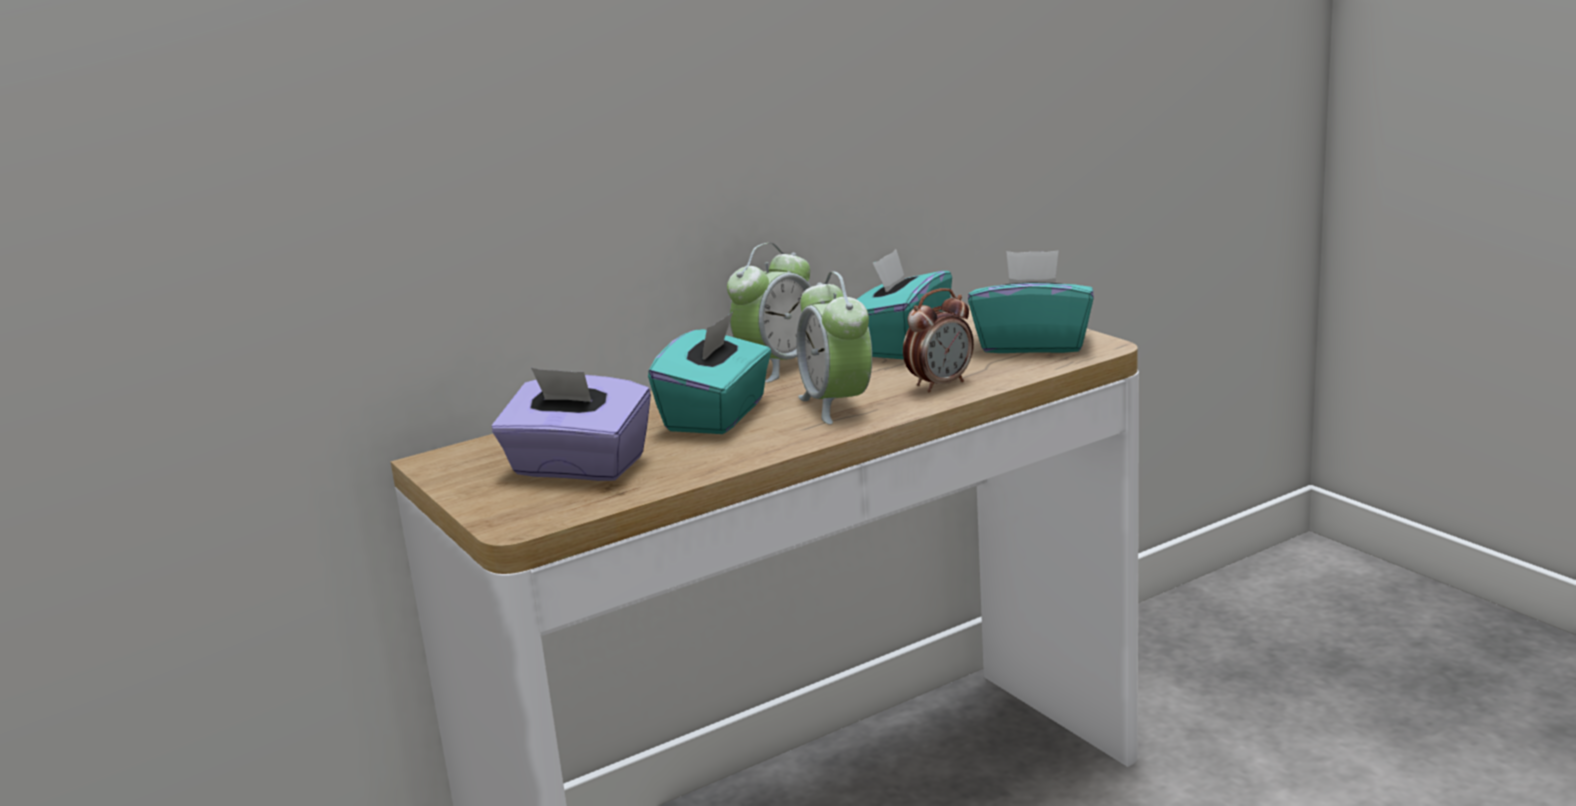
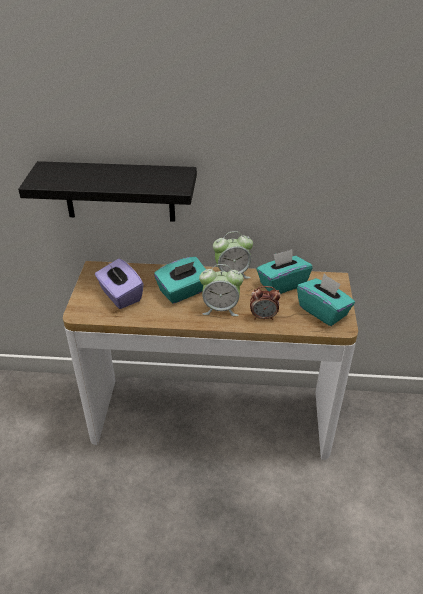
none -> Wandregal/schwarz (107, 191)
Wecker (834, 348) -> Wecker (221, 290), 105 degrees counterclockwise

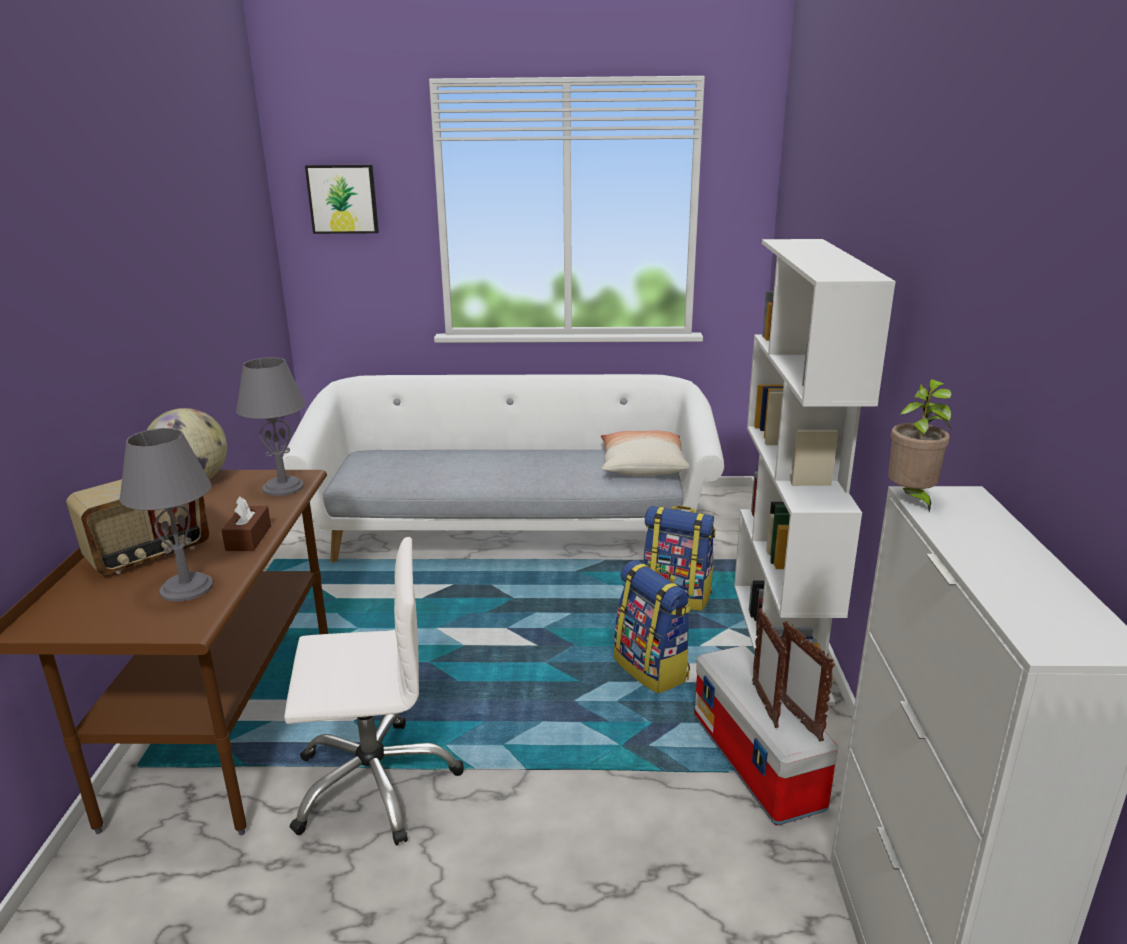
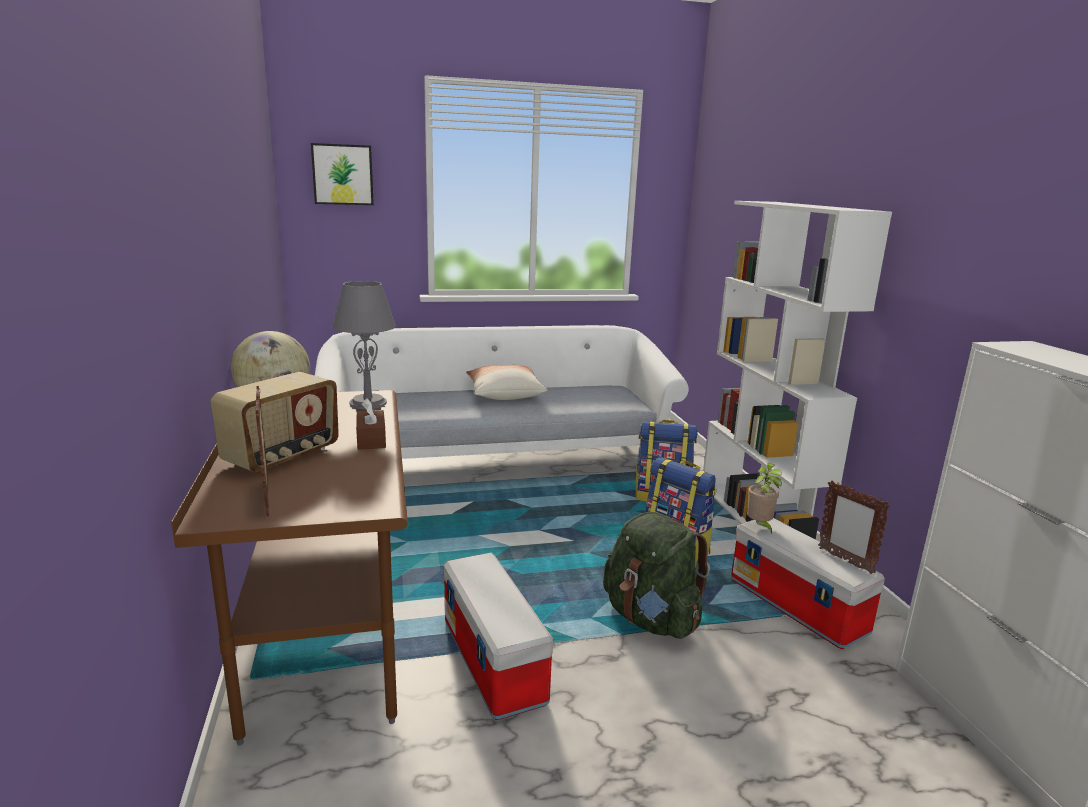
Tischlampe/grau (166, 515) -> none
none -> Rucksack/grün (656, 575)
Kissen (645, 453) -> Kissen (507, 382), move
Bilderrahmen (769, 668) -> Bilderrahmen (262, 451), move
Topfpflanze (920, 445) -> Topfpflanze (764, 498), move
Bürostuhl/weiß (374, 691) -> Aufbewahrungsbox (498, 636)

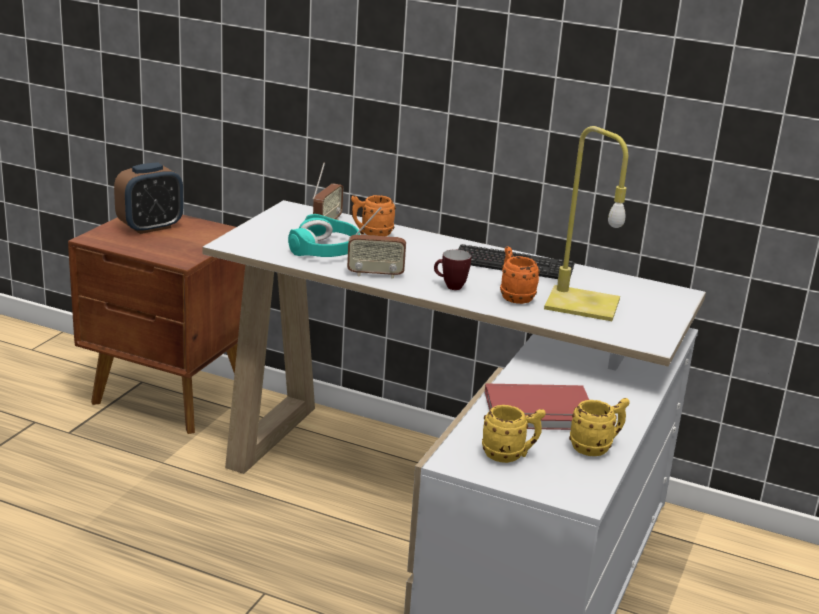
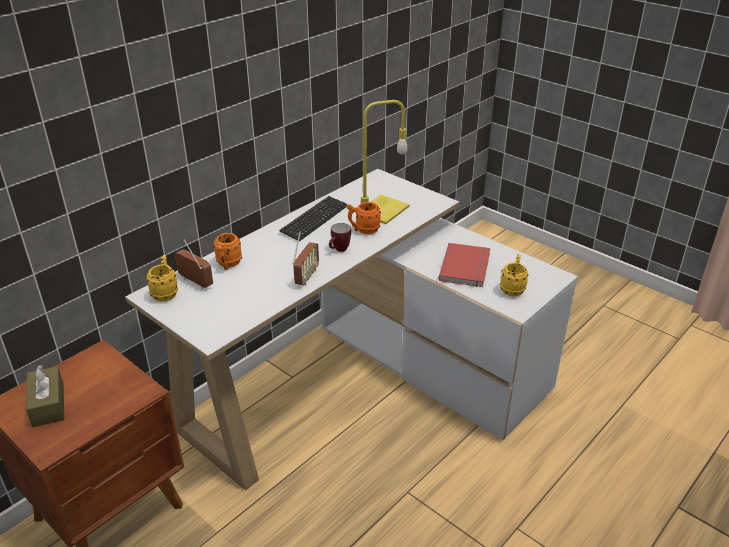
Kopfhörer/türkis (324, 235) -> none
Henkelbecher/gelb (599, 427) -> Henkelbecher/gelb (162, 278), move
Wecker (149, 198) -> Taschentuchbox/braun (45, 396)

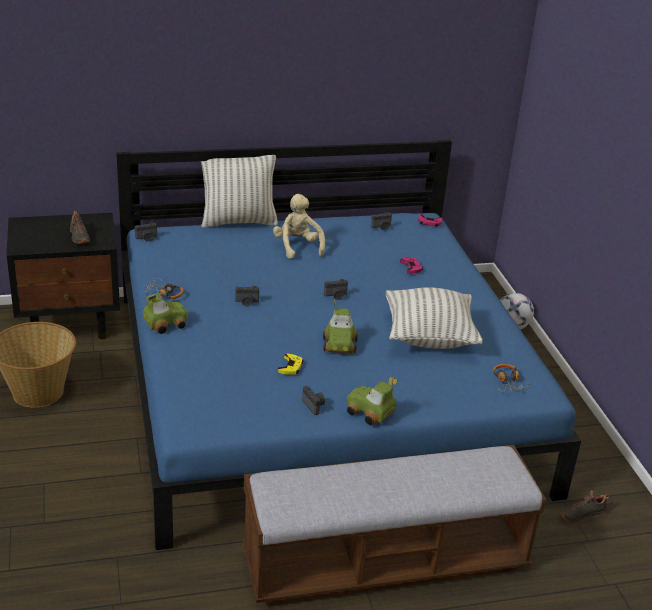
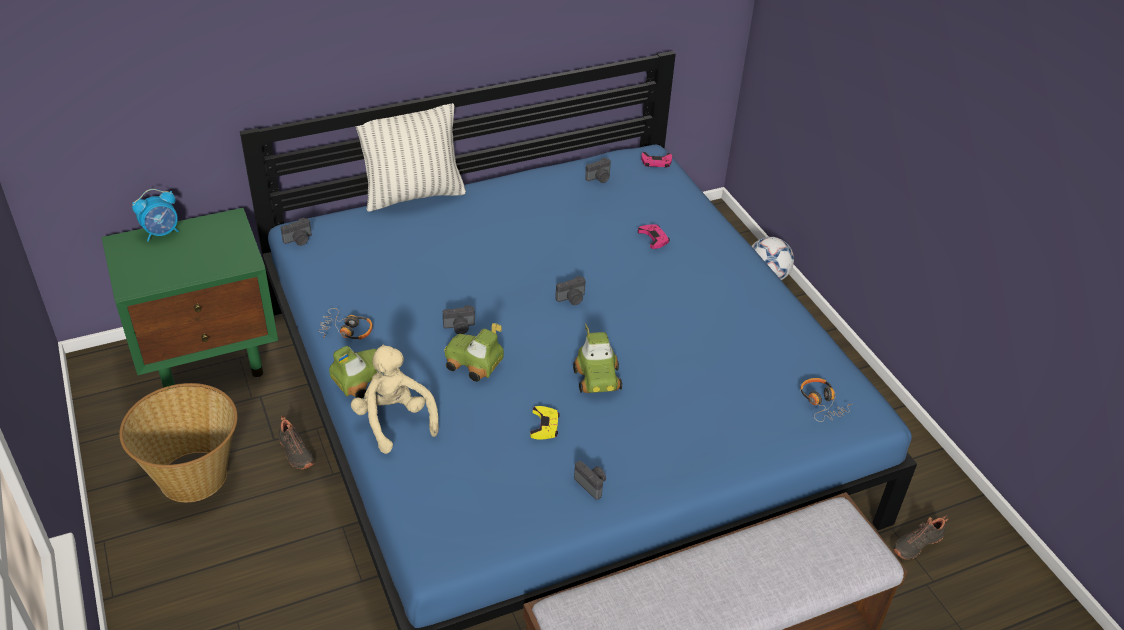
Kissen (434, 318) -> none
none -> Wecker (155, 215)
Schuh/schwarz (80, 227) -> Schuh/schwarz (296, 442), move
Plüschtier/beige (299, 226) -> Plüschtier/beige (395, 399), move
Spielzeugauto (372, 400) -> Spielzeugauto (474, 352), move
Nachttisch/schwarz (63, 276) -> Nachttisch/grün (190, 299)

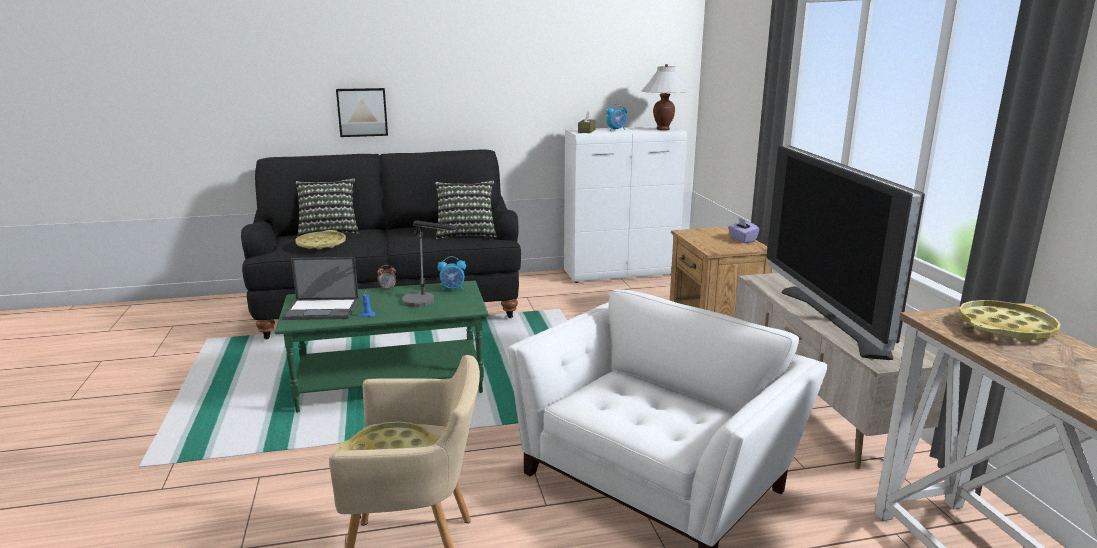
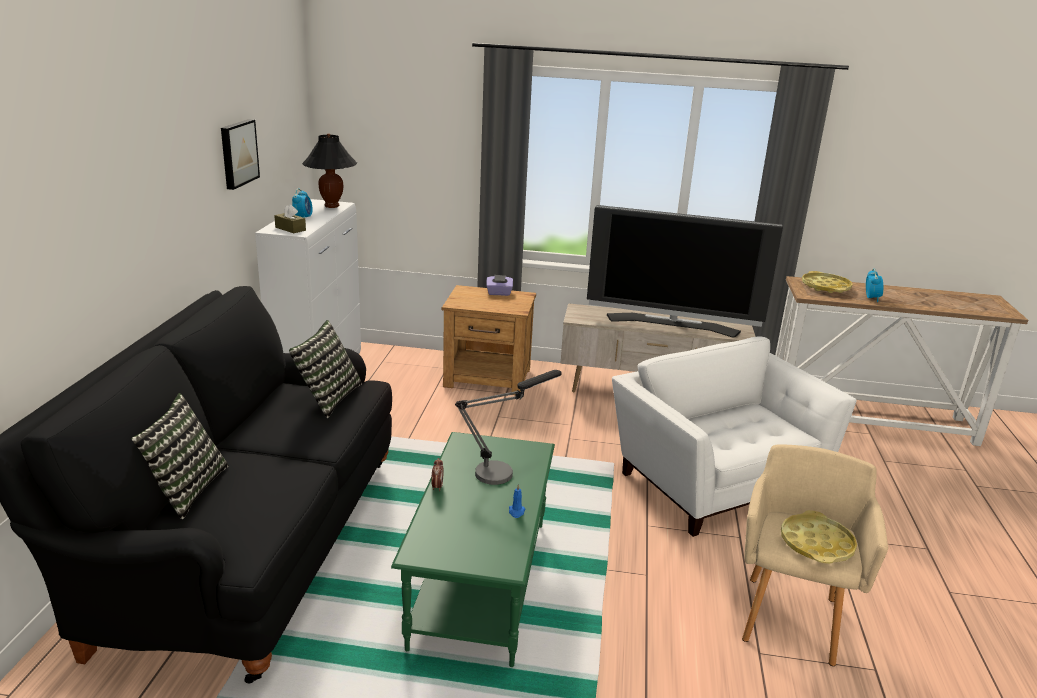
Laptop (320, 288) -> none
Tablett/gelb (320, 240) -> none
Bild (362, 112) -> Bild (240, 154), move
Wecker (452, 274) -> Wecker (874, 285), move
Tischlampe/weiß (665, 97) -> Tischlampe/schwarz (329, 170)

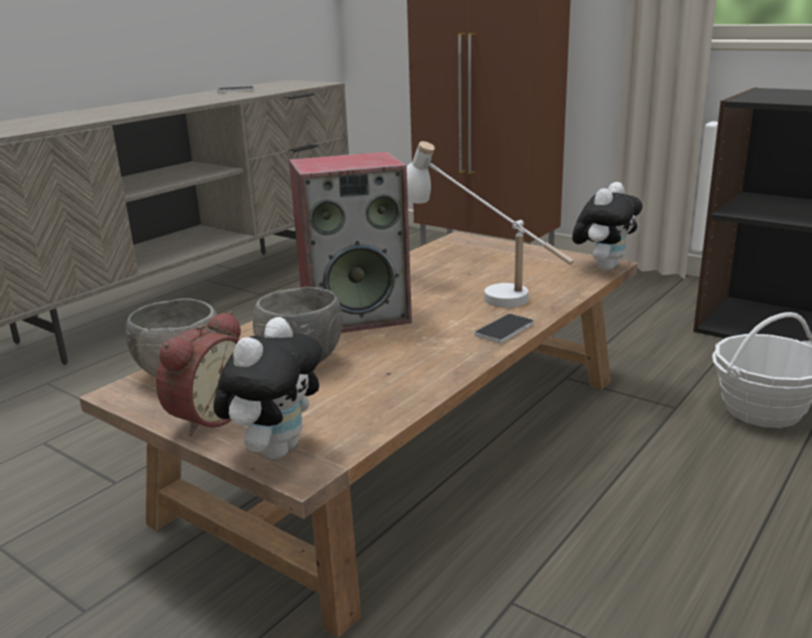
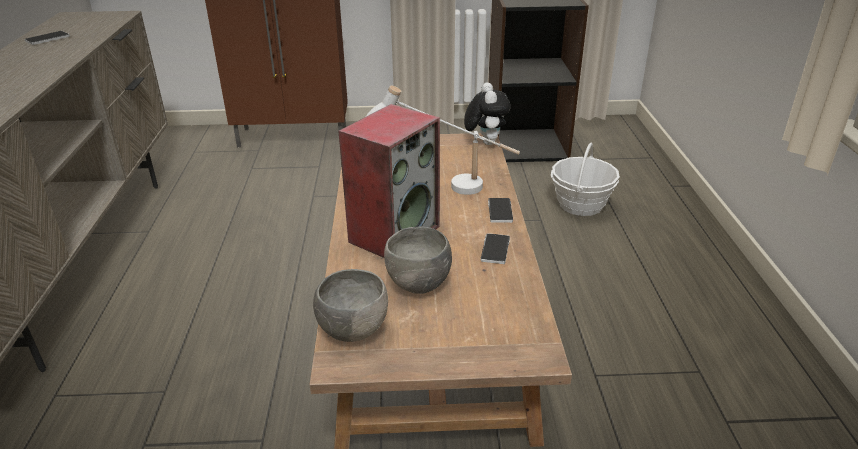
Wecker (198, 373) -> none
Plüschtier (268, 388) -> none
none -> Handy (495, 248)

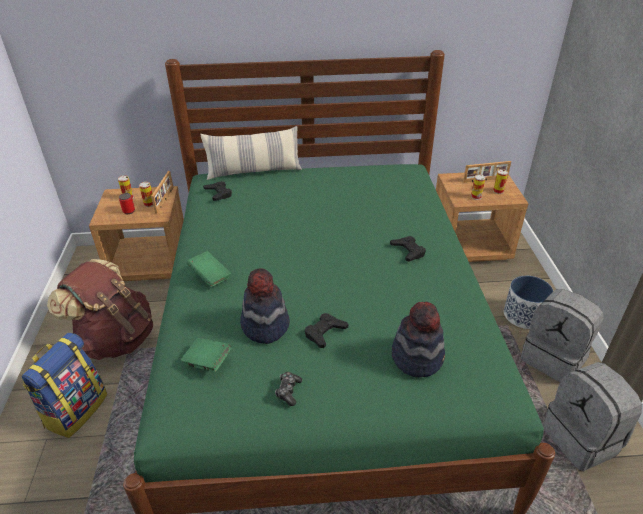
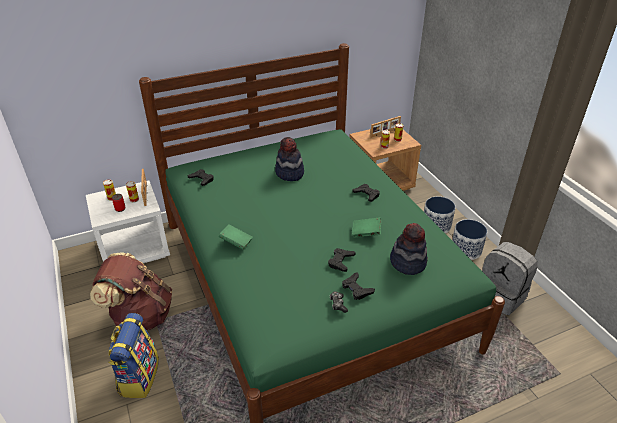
Kissen (251, 153) -> none
none -> Gamepad/schwarz (358, 286)
Buch/grün (206, 355) -> Buch/grün (366, 227), move
Hut (265, 306) -> Hut (289, 159), move
Rucksack/grau (562, 335) -> Pflanzkübel (469, 239)
Nachttisch/braun (136, 233) -> Nachttisch/weiß (128, 221)

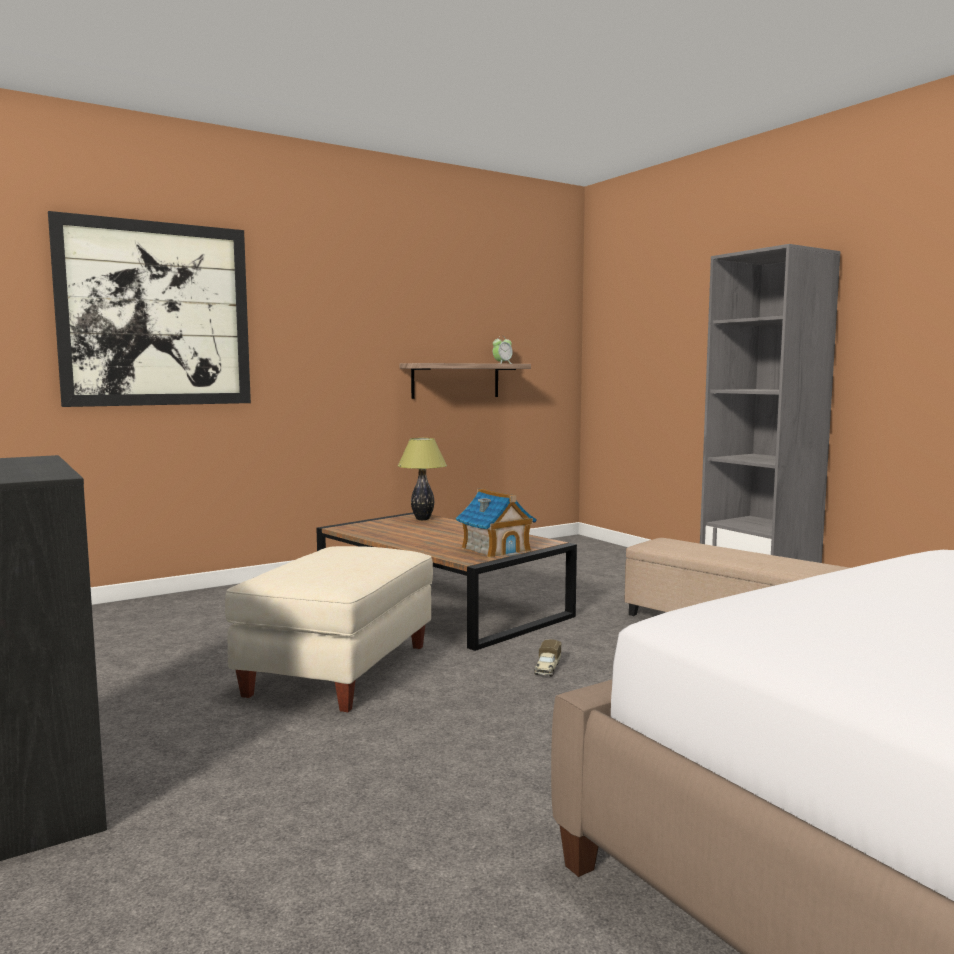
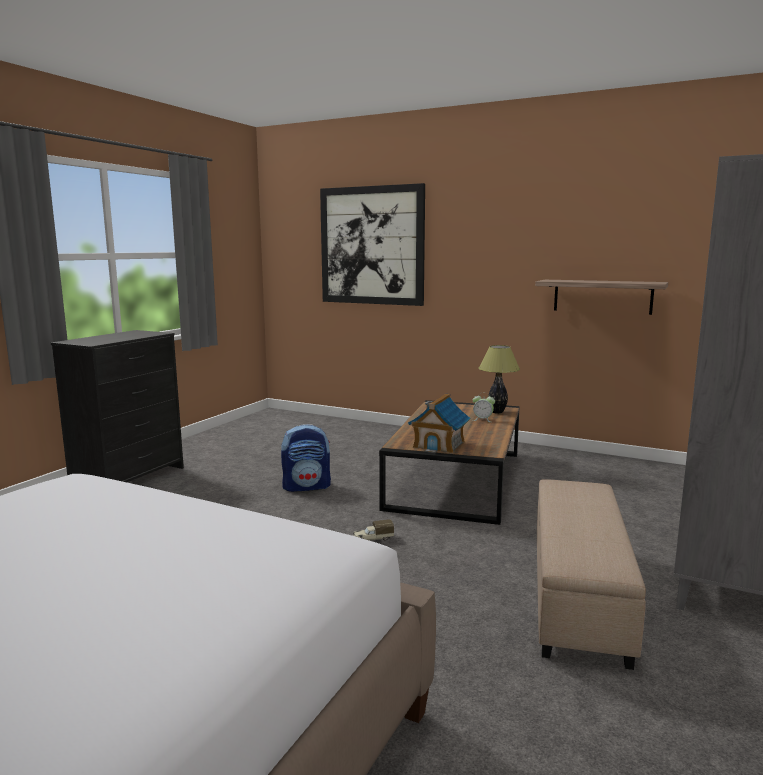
Wecker (503, 350) -> Wecker (484, 409), move
Polsterhocker/beige (329, 629) -> Rucksack (306, 458)

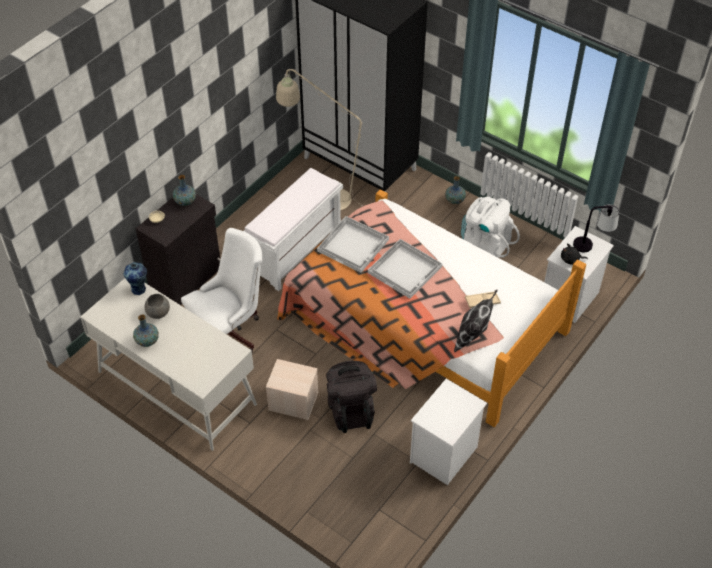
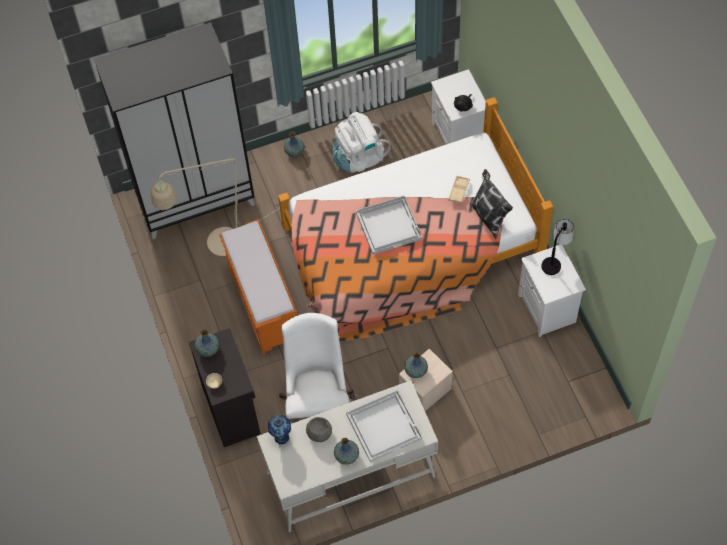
Rucksack/schwarz (351, 397) -> none
none -> Vase (416, 365)
Tablett/weiß (353, 244) -> Tablett/weiß (384, 426), move
Tischlampe (596, 228) -> Tischlampe (557, 247), move
Bank/weiß (293, 229) -> Bank/orange (258, 286)

